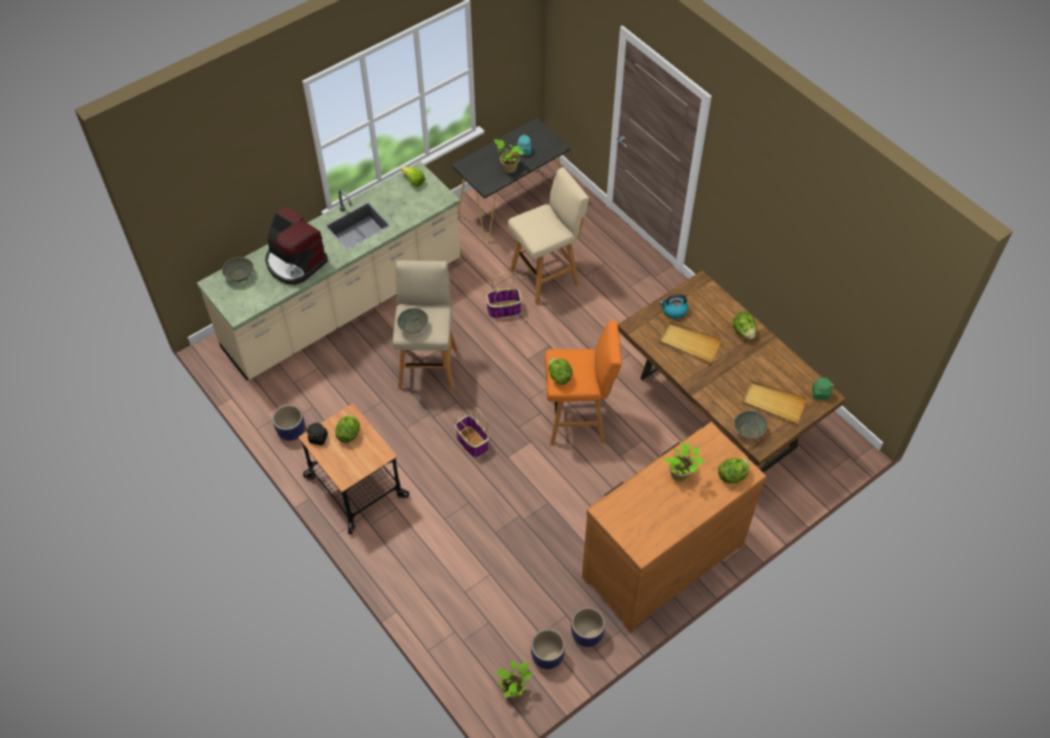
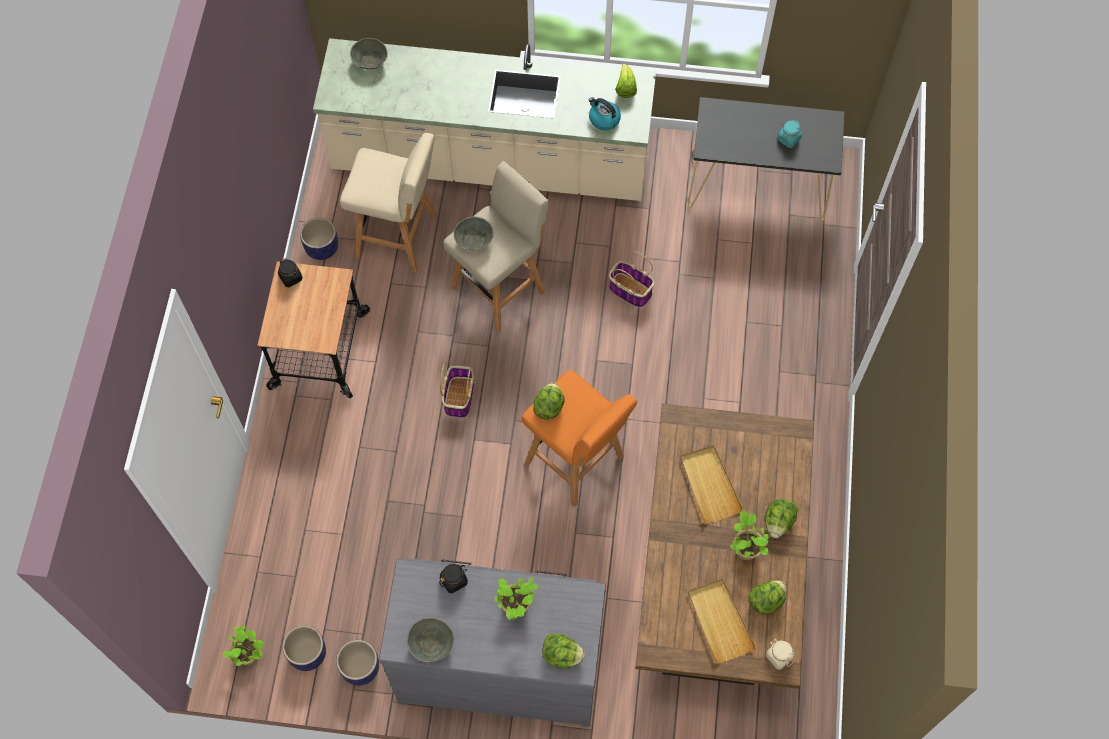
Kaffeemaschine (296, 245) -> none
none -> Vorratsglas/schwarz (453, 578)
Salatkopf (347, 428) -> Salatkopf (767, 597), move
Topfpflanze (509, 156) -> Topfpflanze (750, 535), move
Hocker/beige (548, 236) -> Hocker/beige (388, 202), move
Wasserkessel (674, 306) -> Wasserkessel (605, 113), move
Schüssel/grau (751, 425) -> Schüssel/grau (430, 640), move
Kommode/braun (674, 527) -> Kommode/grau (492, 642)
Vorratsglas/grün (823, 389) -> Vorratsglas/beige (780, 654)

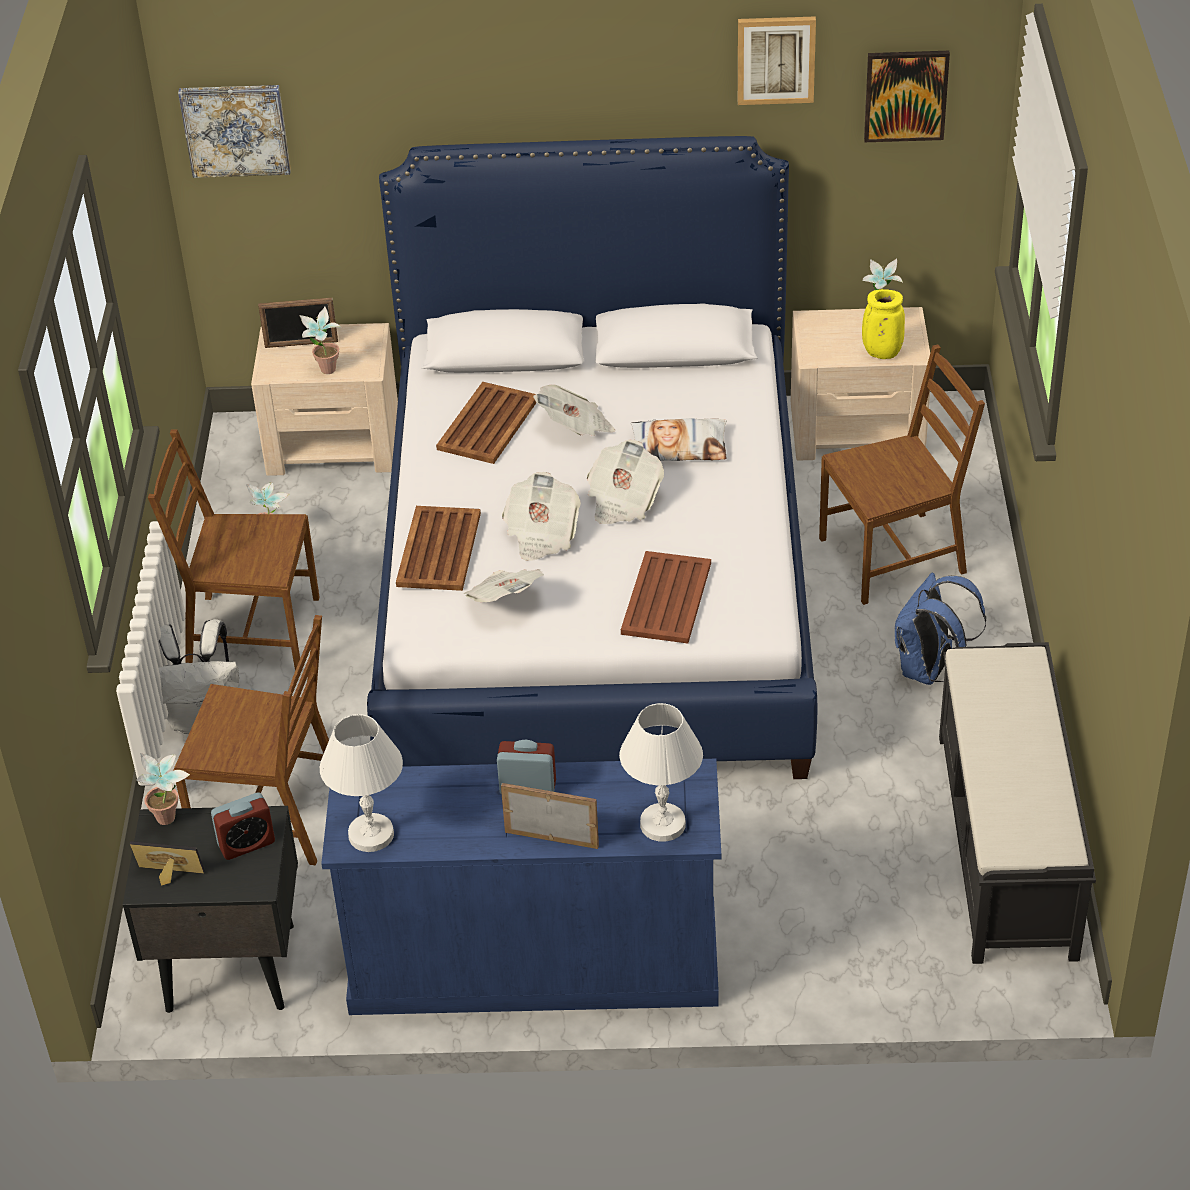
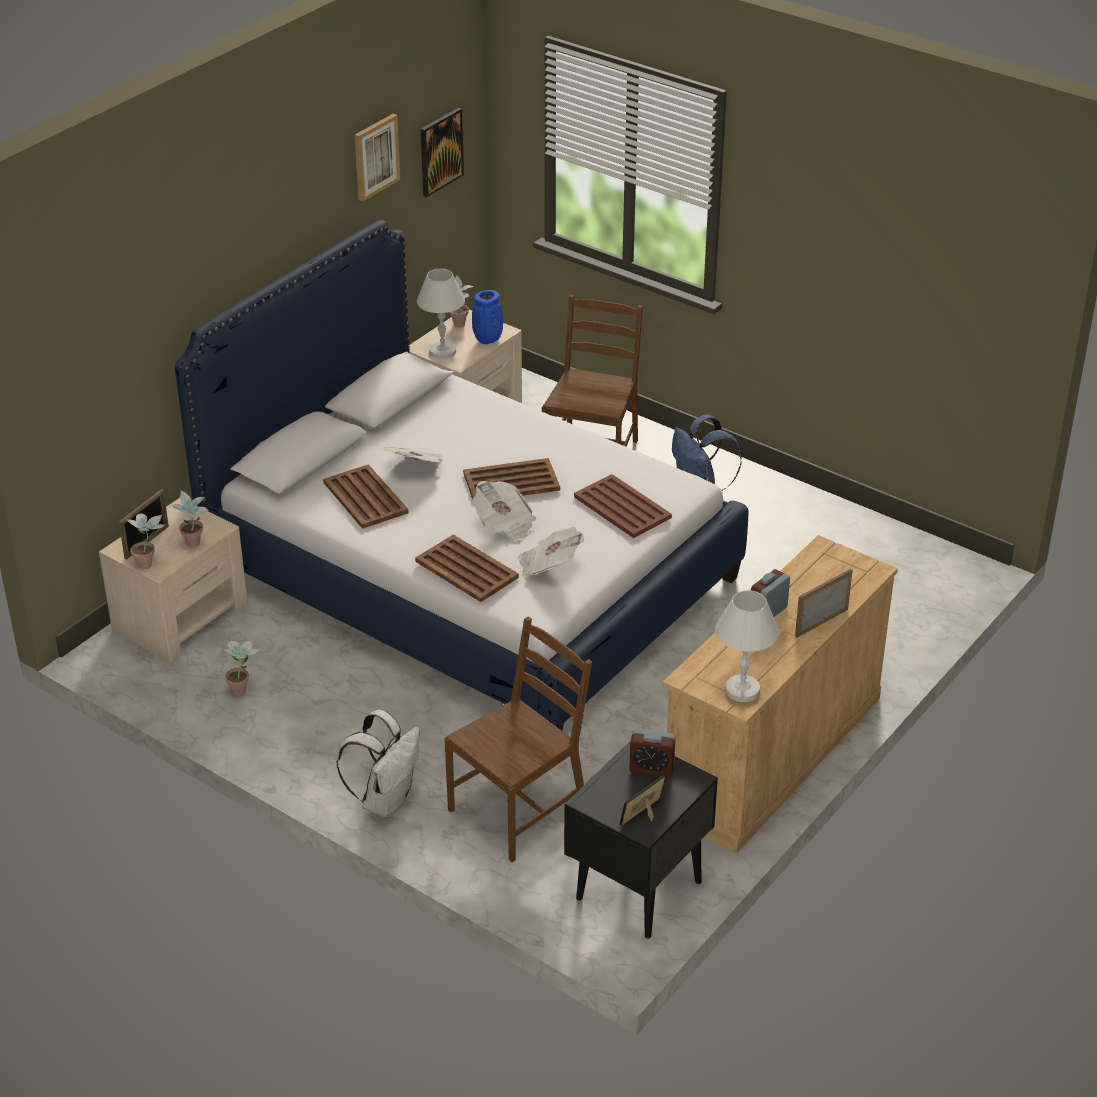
Stuhl/braun (234, 549) -> none
Bild (234, 131) -> none
Kissen (679, 439) -> none
Bank/schwarz (1017, 803) -> none
Topfpflanze (163, 789) -> Topfpflanze (146, 541), move
Tischlampe/weiß (661, 772) -> Tischlampe/weiß (441, 314), move
Zeitung (625, 482) -> Tablett/braun (511, 479)
Kommode/blau (521, 887) -> Kommode/beige (780, 694)
Vase/gelb (883, 324) -> Vase/blau (487, 317)
Wecker (243, 826) -> Wecker (652, 753), 90 degrees clockwise

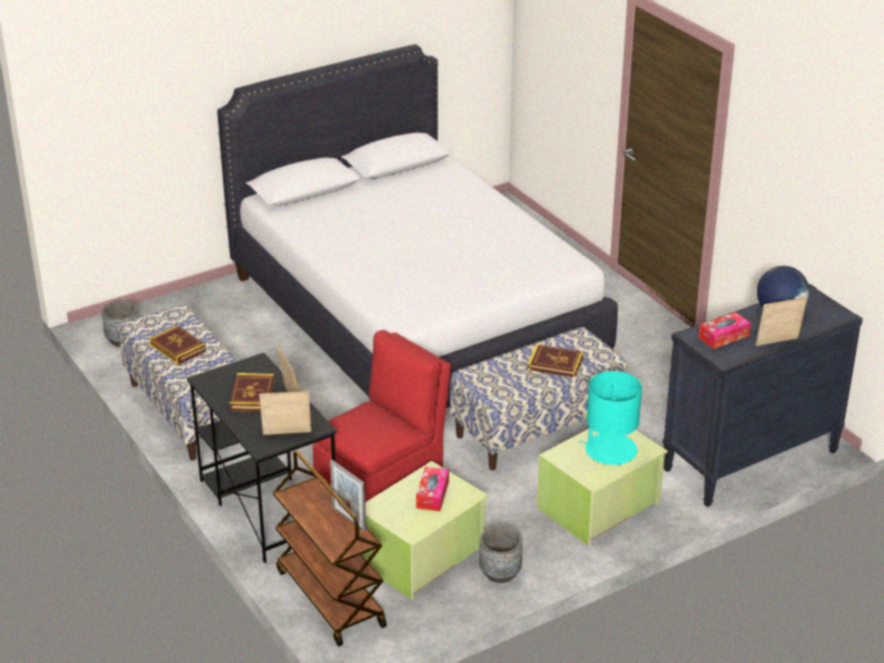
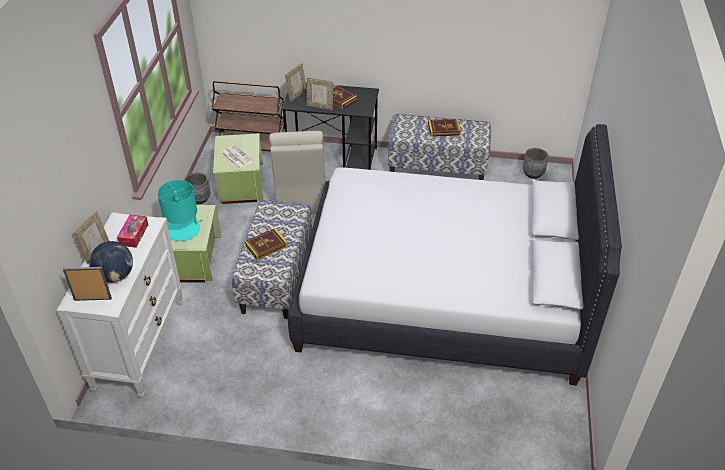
Bilderrahmen (348, 495) -> Bilderrahmen (87, 284), move
Taschentuchbox (432, 489) -> Zeitung (237, 157)
Stuhl/rot (382, 416) -> Stuhl/beige (297, 172)
Kommode/schwarz (762, 395) -> Kommode/weiß (120, 305)

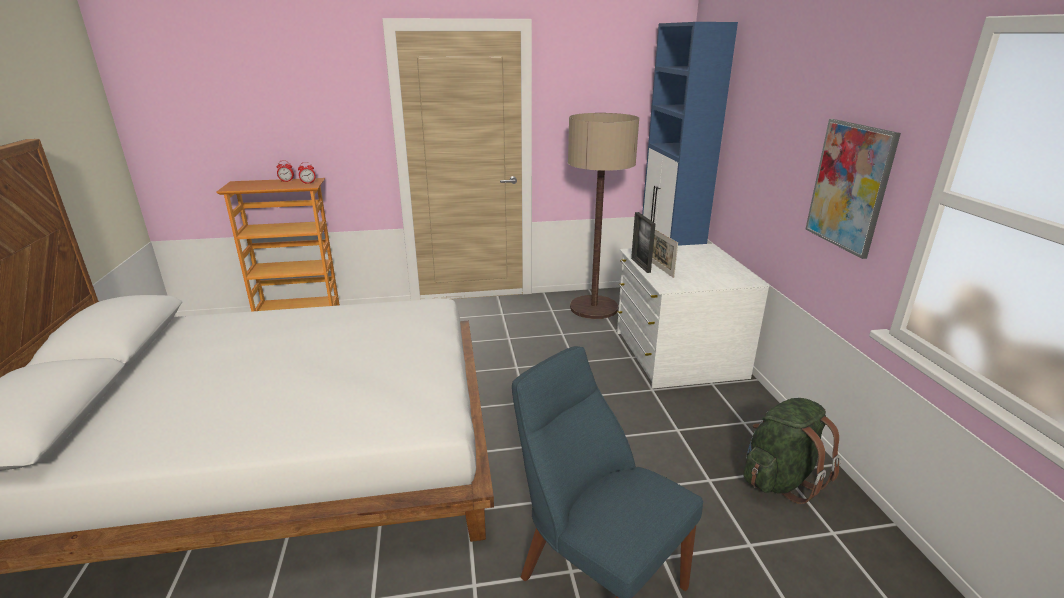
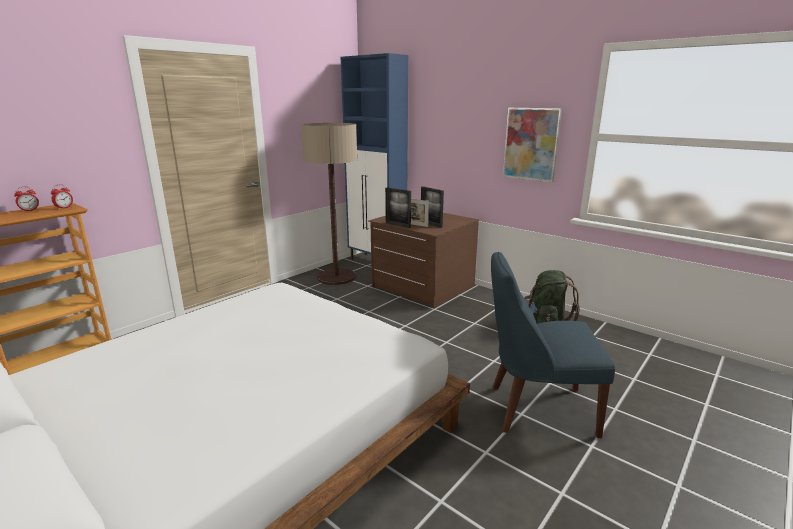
none -> Bilderrahmen (432, 207)
Kommode/weiß (693, 316) -> Kommode/braun (423, 260)

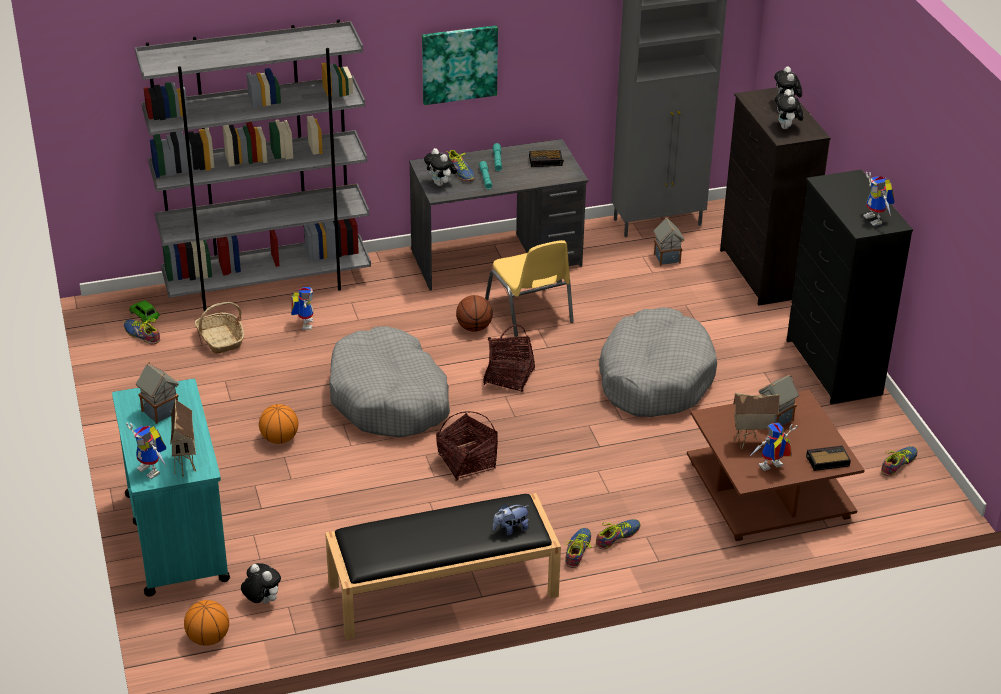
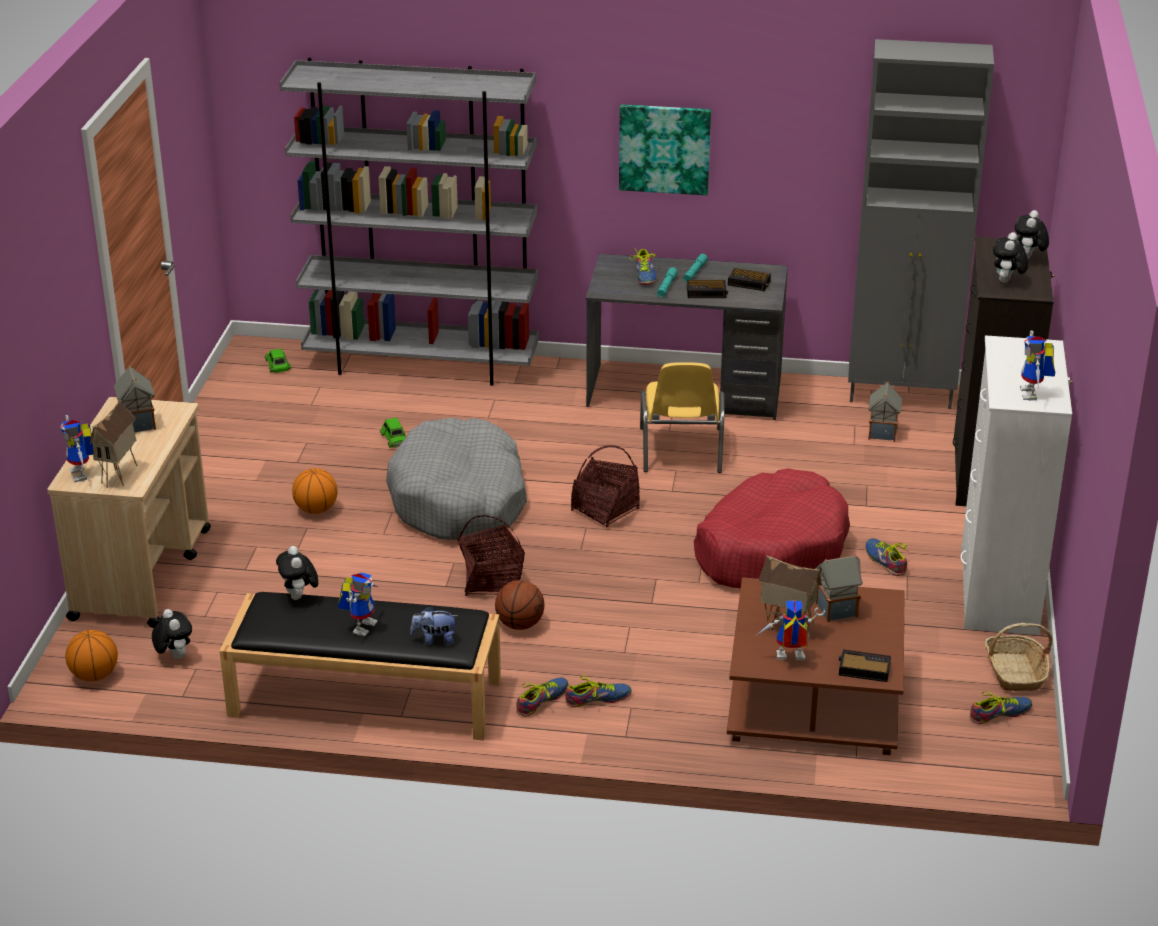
none -> Spielzeugauto/grün (393, 433)
none -> Wecker (707, 289)
Schuh (142, 331) -> Schuh (887, 557), move
Korb (219, 328) -> Korb (1019, 657), move
Spielzeugroboter (302, 308) -> Spielzeugroboter (358, 604), move
Plüschtier (440, 167) -> Plüschtier (297, 573), move
Basketball (474, 313) -> Basketball (519, 605), move
Rollwagen/türkis (171, 488) -> Rollwagen/beige (129, 512)
Hundebett/grau (658, 362) -> Hundebett/rot (772, 528)
Kommode/schwarz (849, 287) -> Kommode/weiß (1017, 485)

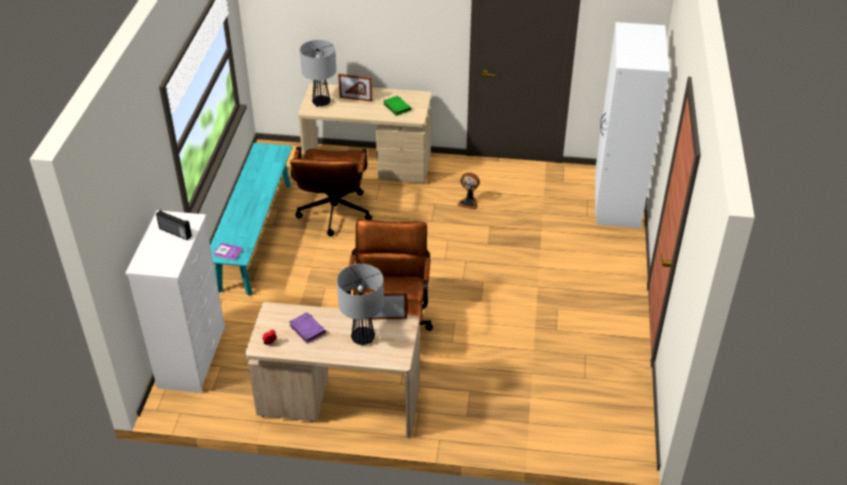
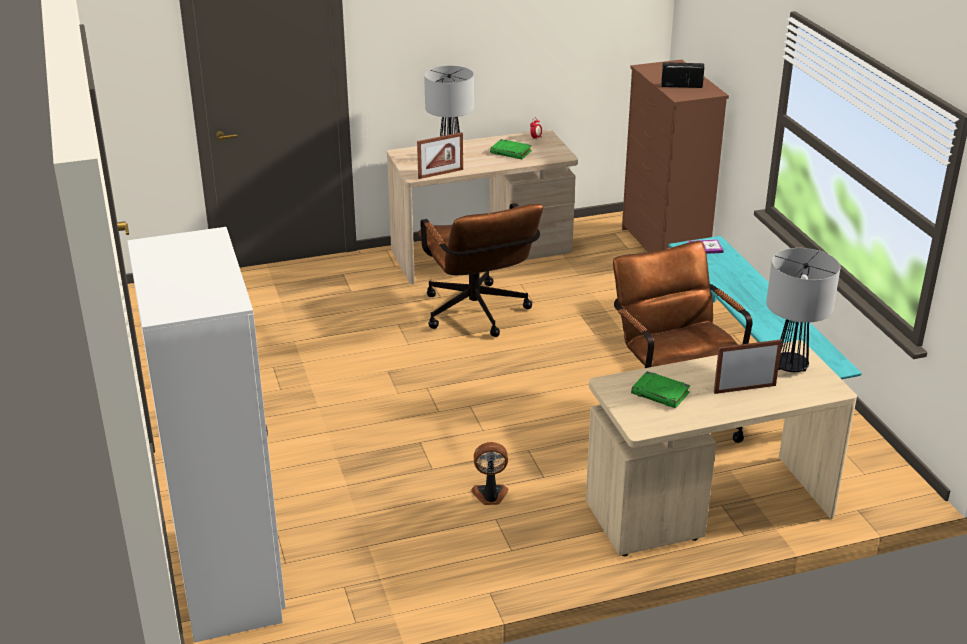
Kommode/weiß (175, 301) -> Kommode/braun (675, 156)
Buch/lila (307, 328) -> Buch/grün (511, 149)

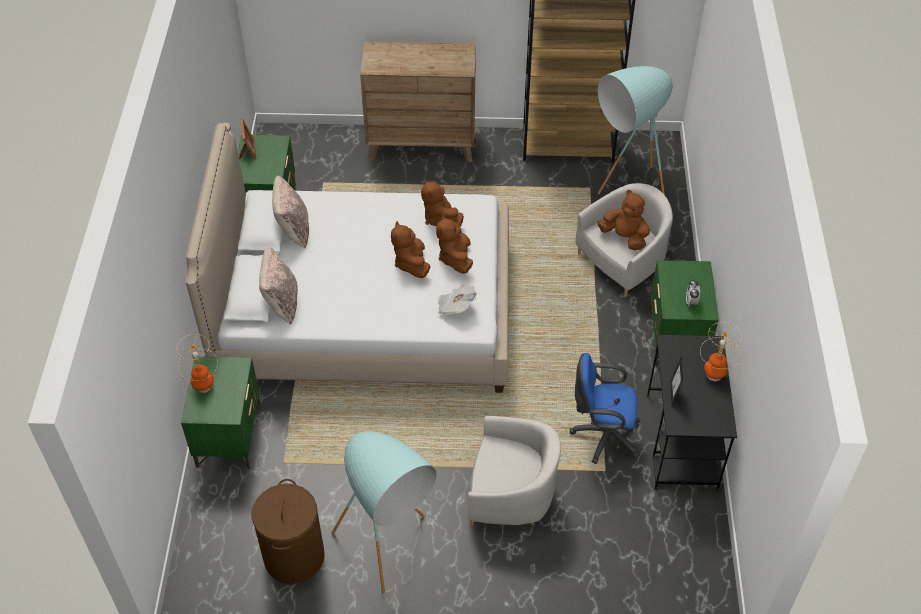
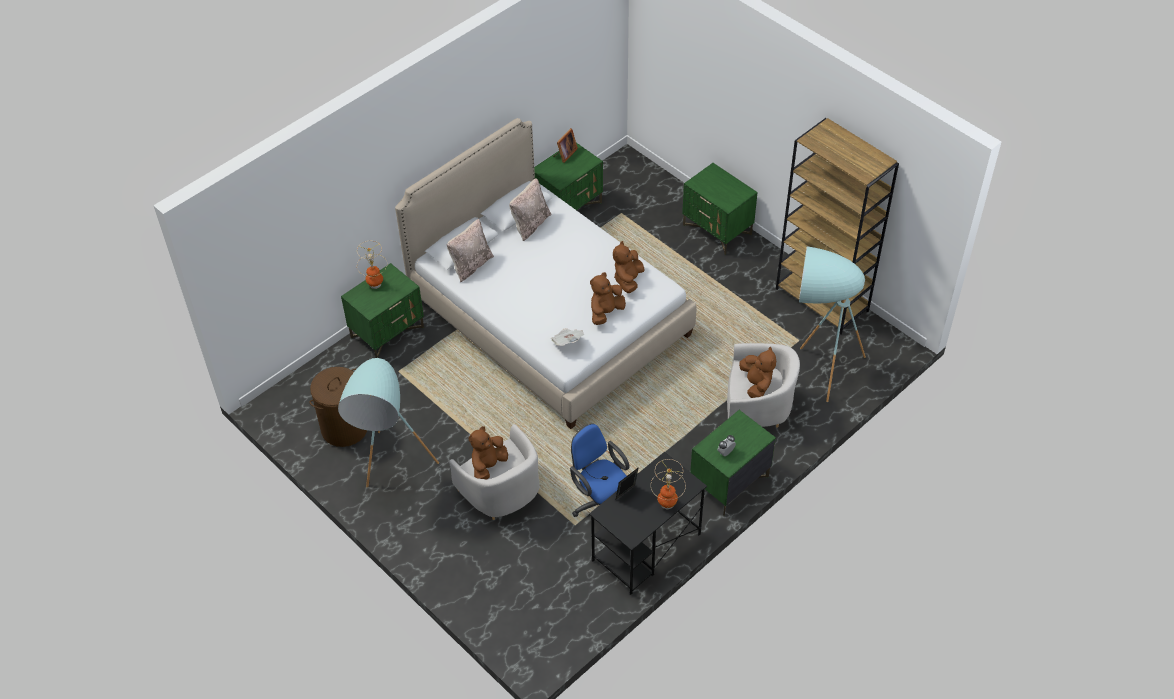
Plüschtier/braun (410, 249) -> Plüschtier/braun (488, 452), move
Kommode/braun (418, 102) -> Nachttisch/grün (720, 209)

